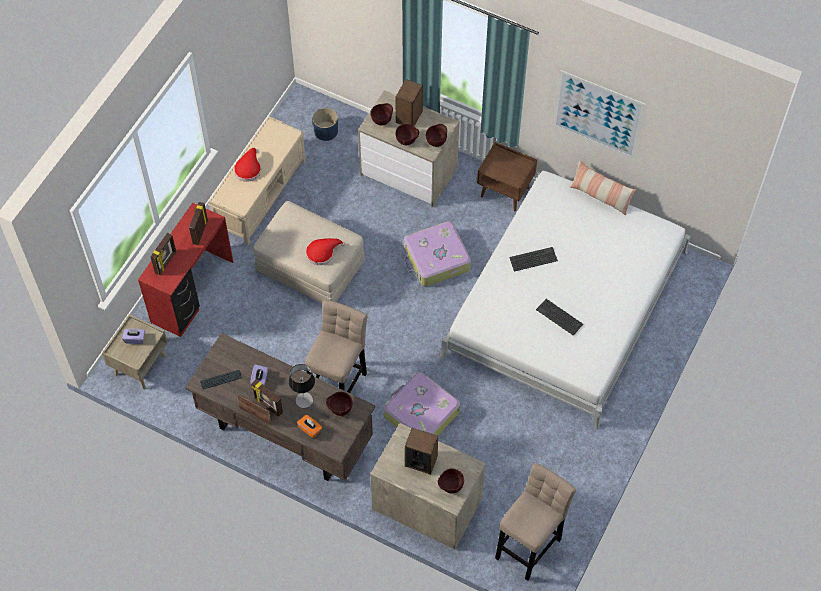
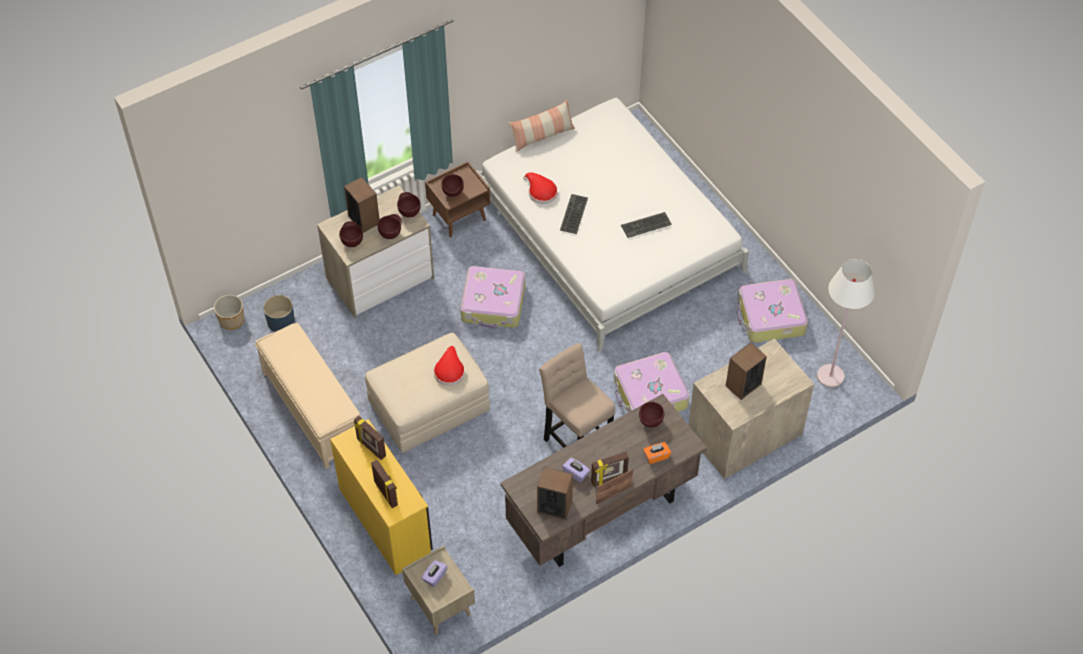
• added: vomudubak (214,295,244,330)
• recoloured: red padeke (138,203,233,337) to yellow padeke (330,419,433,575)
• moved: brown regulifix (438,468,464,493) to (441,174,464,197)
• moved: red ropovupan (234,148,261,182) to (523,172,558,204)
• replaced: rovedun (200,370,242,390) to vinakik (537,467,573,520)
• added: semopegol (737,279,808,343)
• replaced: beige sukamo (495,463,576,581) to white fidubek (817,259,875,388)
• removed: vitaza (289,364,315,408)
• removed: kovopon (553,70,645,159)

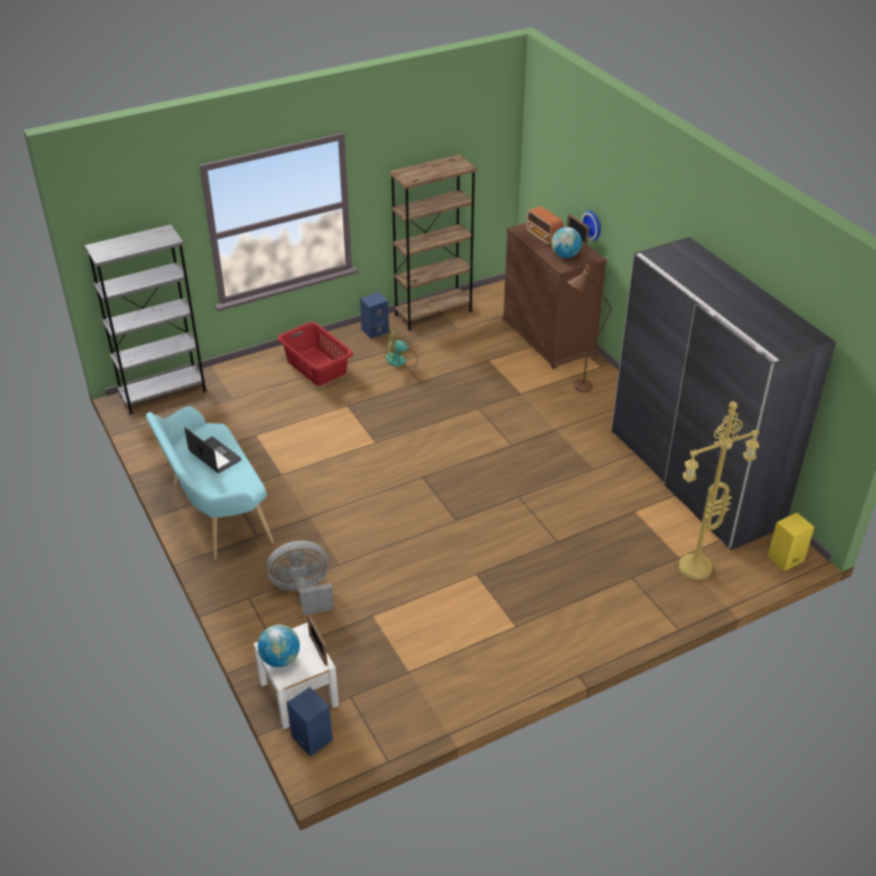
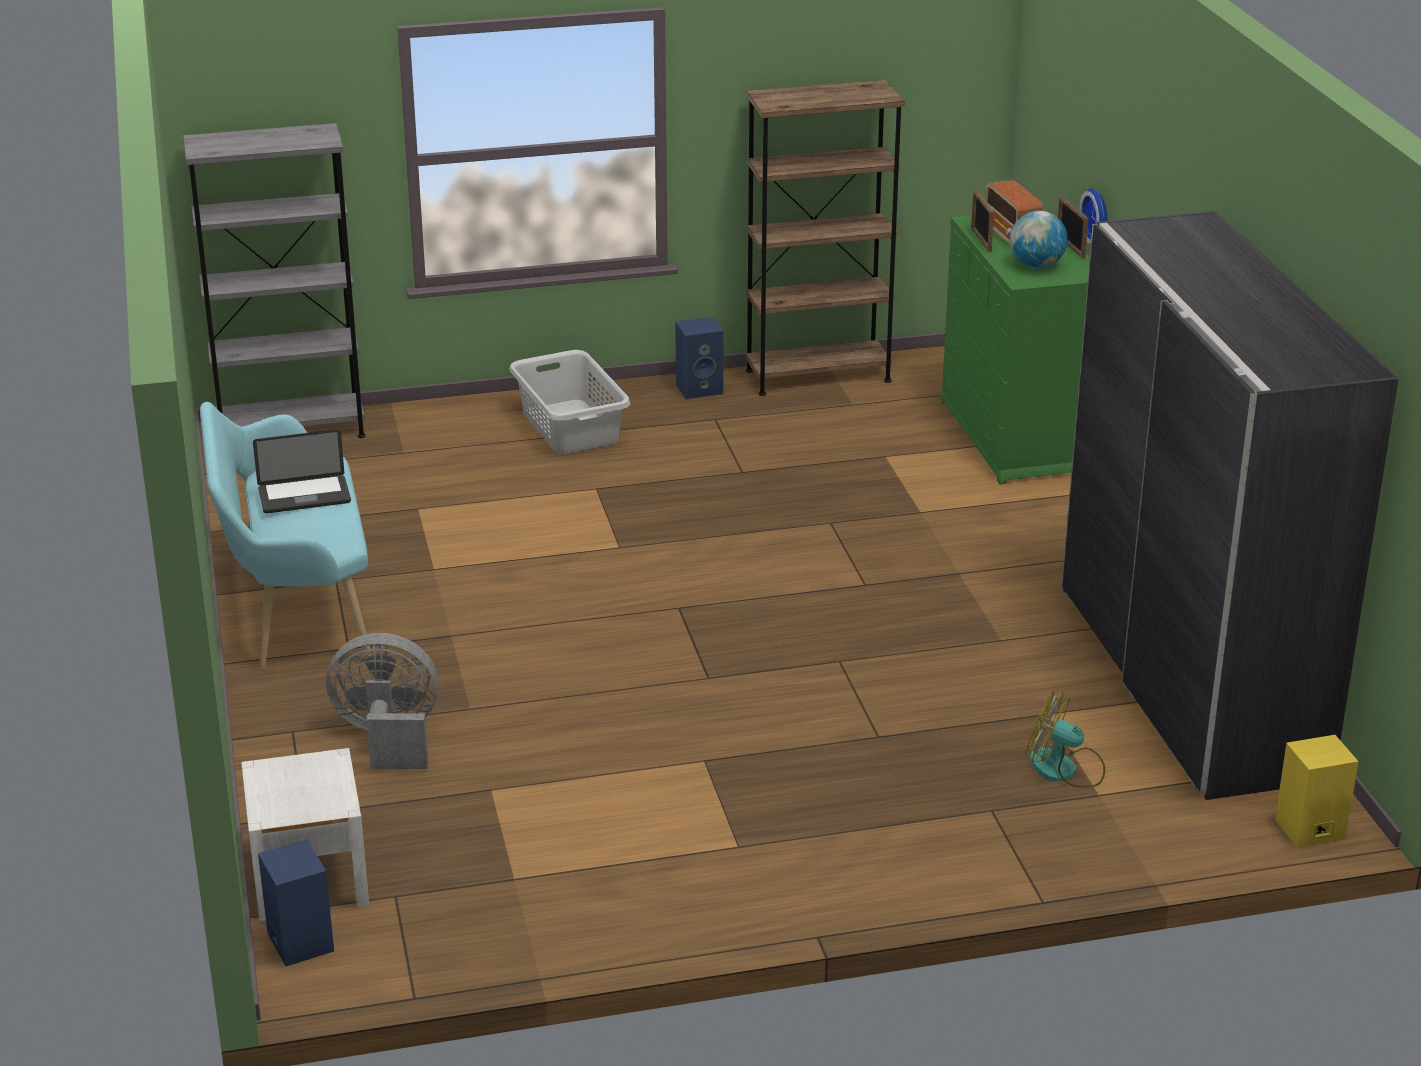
• turned: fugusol (184,427,241,473) = (253,429,351,513) 105 degrees clockwise
• recoloured: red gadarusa (278,322,353,386) to grey gadarusa (509,350,630,454)
• recoloured: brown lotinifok (502,223,607,369) to green lotinifok (940,209,1090,485)
• moved: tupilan (307,614,328,666) to (971,189,994,252)
• moved: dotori (385,328,418,368) to (1026,690,1105,788)
• removed: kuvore (258,625,300,667)
• removed: brown fidubek (568,264,611,392)
• removed: yellow fidubek (679,401,759,580)

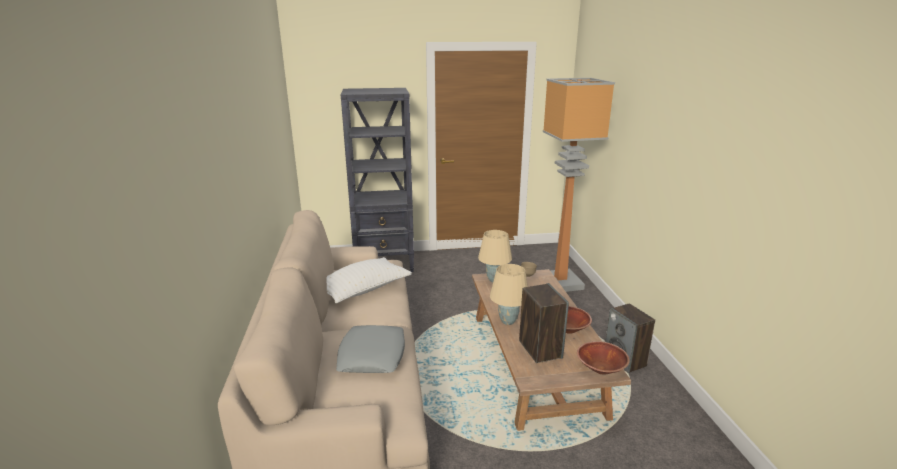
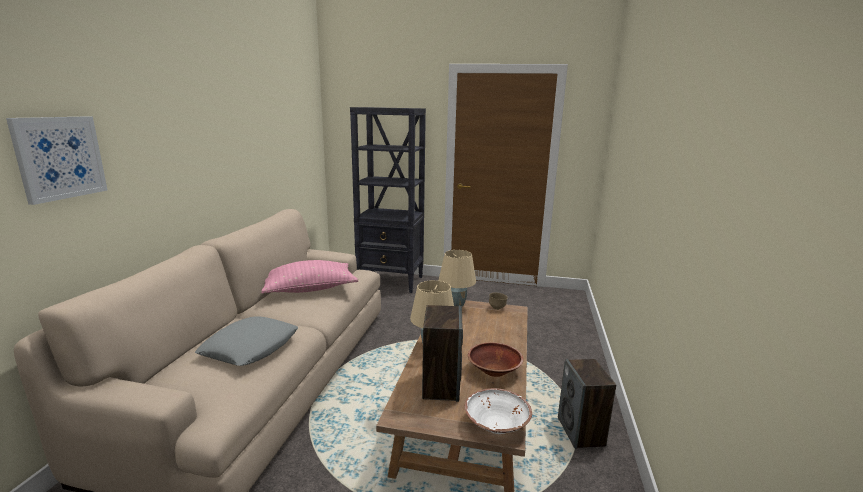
• added: kovopon (6,116,107,205)
• recoloured: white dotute (326,257,412,303) to pink dotute (261,260,358,294)
• recoloured: brown regulifix (577,341,630,375) to white regulifix (465,388,532,434)
• removed: fidubek (543,78,615,292)

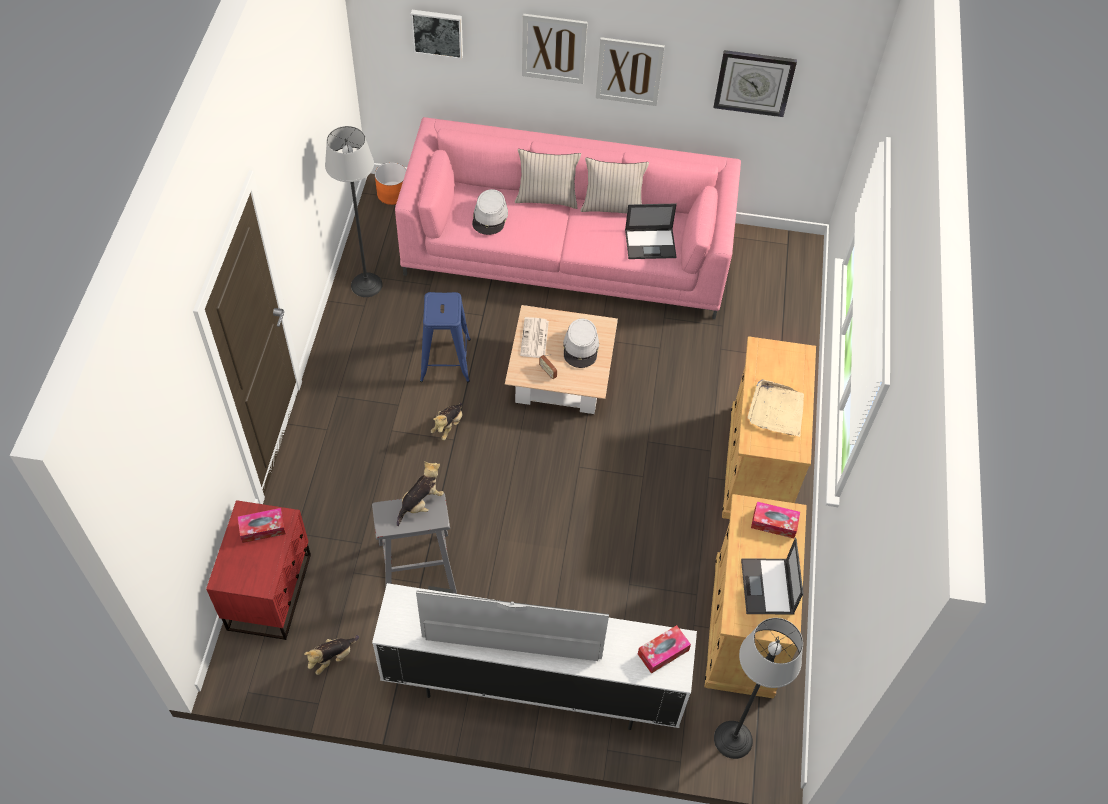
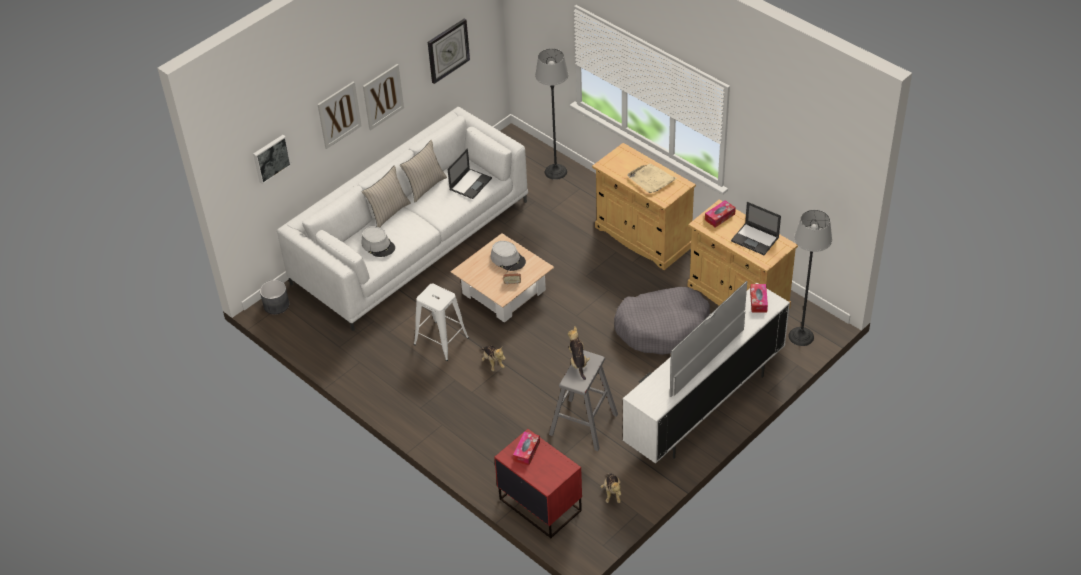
• recoloured: orange vomudubak (375,162,406,205) to grey vomudubak (260,280,289,314)
• recoloured: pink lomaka (395,117,741,319) to white lomaka (277,107,528,331)
• recoloured: blue sukamo (420,292,471,382) to white sukamo (414,284,469,361)
• moved: fidubek (325,126,383,297) to (535,49,569,180)
• added: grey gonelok (614,287,710,355)
• removed: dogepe (520,317,549,358)

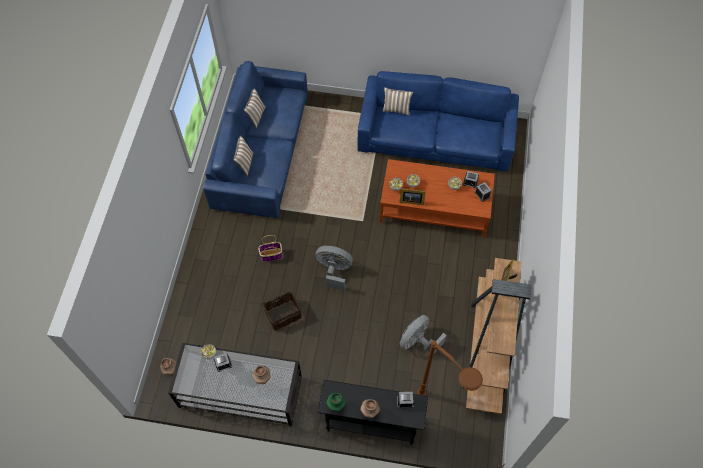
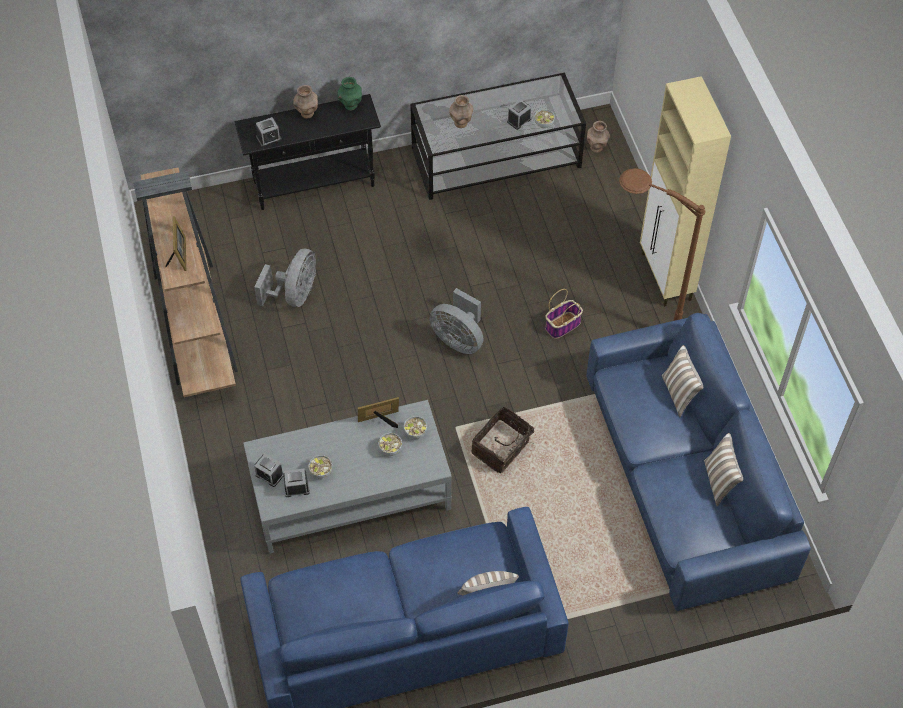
• recoloured: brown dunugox (380,159,495,237) to grey dunugox (243,400,452,554)
• turned: grey dotori (315,246,353,291) = (429,288,484,354) 45 degrees clockwise
• moved: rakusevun (262,291,302,331) to (472,406,540,473)
• moved: brown fidubek (417,341,483,396) to (619,168,705,321)
• added: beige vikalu (640,76,731,307)

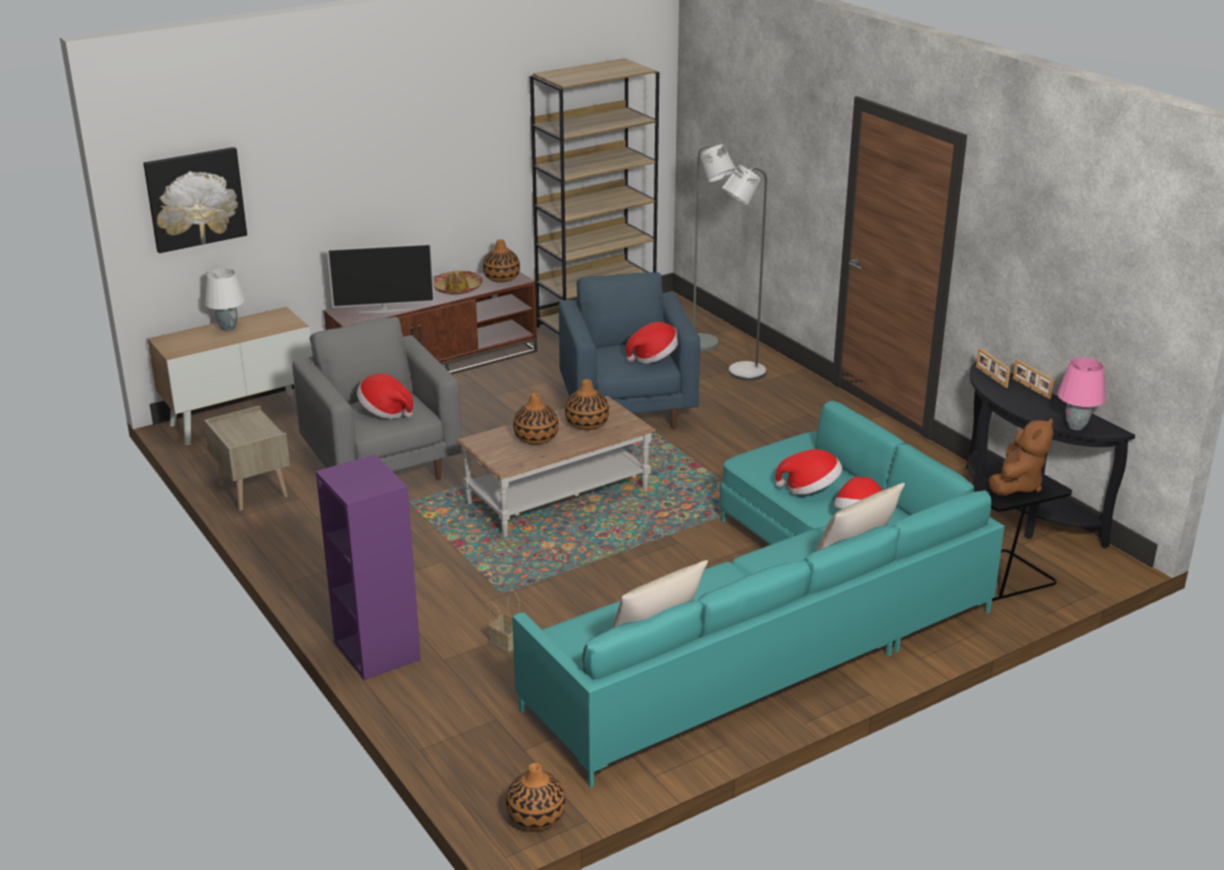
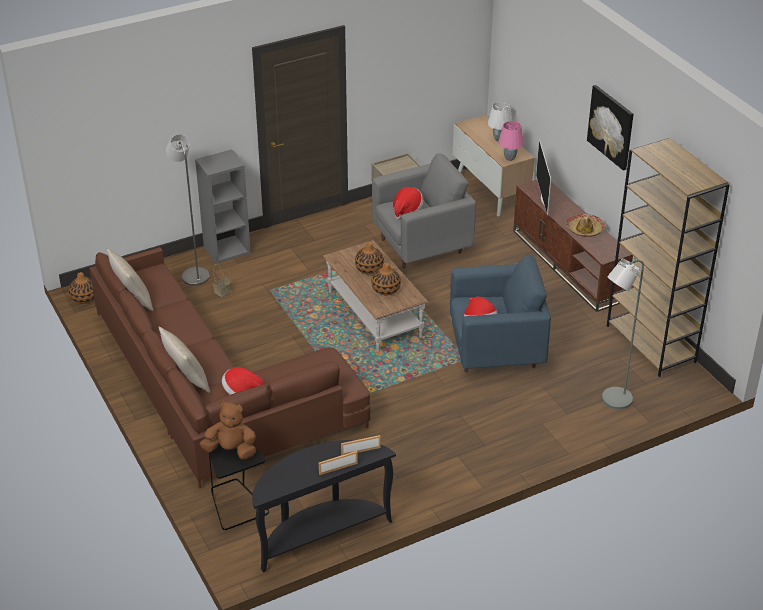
• recoloured: turquoise lomaka (512,401,1005,788) to brown lomaka (89,247,370,489)
• moved: grey fidubek (722,165,767,381) to (166,134,210,286)
• recoloured: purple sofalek (316,454,421,680) to grey sofalek (195,150,251,264)
• turned: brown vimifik (989,418,1054,496) = (200,401,256,459) 150 degrees clockwise
• moved: pink vitaza (1057,358,1106,430) to (498,121,524,161)
• moved: kovopon (143,147,247,253) to (587,85,634,171)
• removed: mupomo (483,239,520,282)
• removed: ropovupan (775,449,842,495)

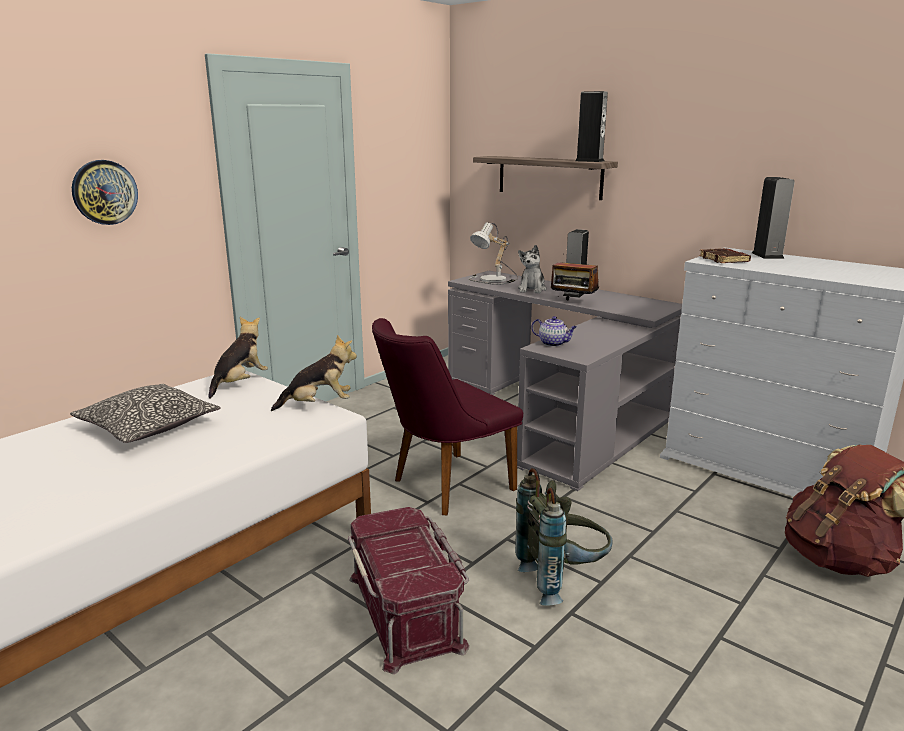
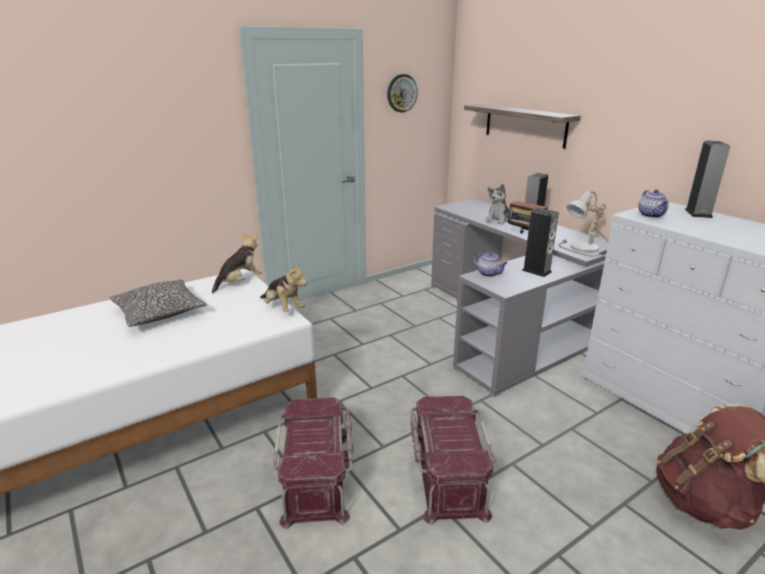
• turned: vimifik (271,335,357,411) = (260,264,307,312) 45 degrees clockwise
• moved: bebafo (72,160,138,225) to (387,74,418,113)
• replaced: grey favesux (515,468,613,606) to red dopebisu (410,396,496,525)
• moved: vinakik (575,91,608,162) to (522,208,559,277)
• moved: vitaza (469,222,518,285) to (559,191,609,256)
• replaced: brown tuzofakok (699,248,751,263) to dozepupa (638,189,669,218)
• removed: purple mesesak (372,318,523,516)

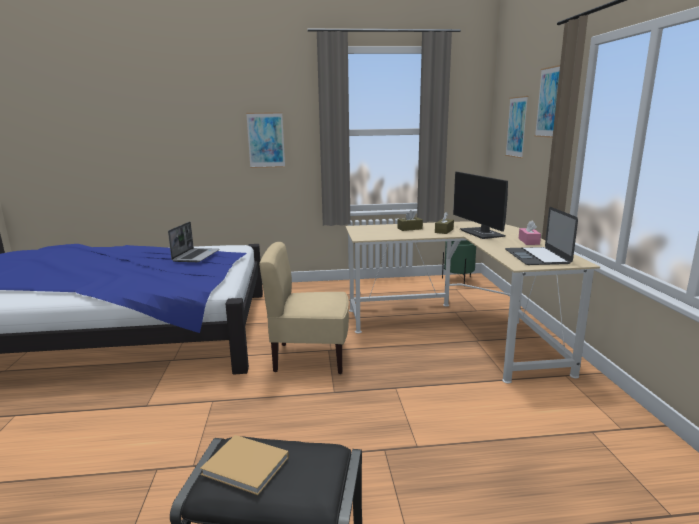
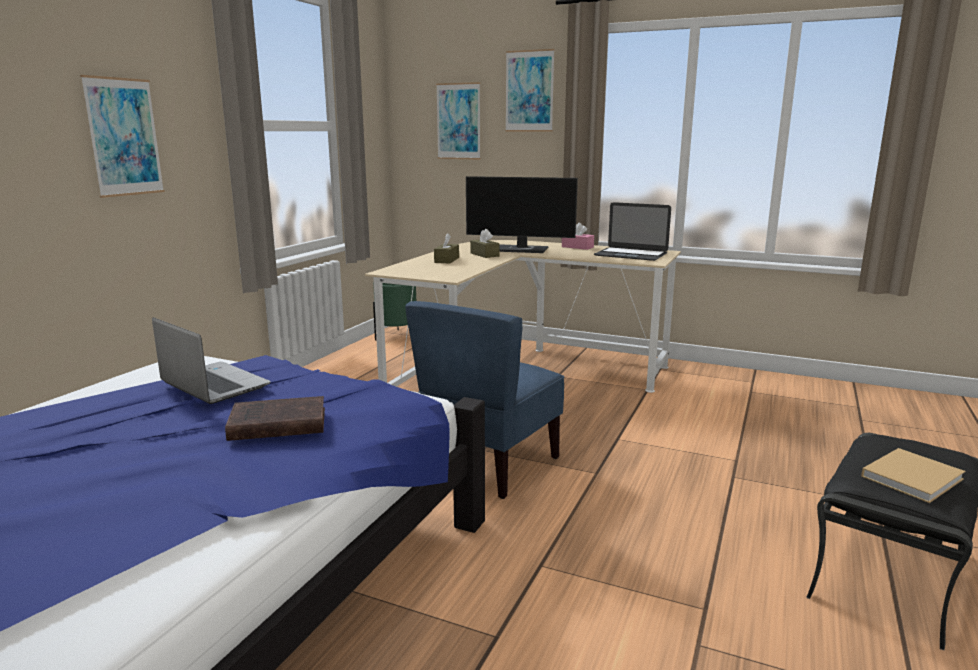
• added: brown tuzofakok (225,396,325,441)
• recoloured: beige mesesak (259,242,349,374) to blue mesesak (405,301,564,499)

